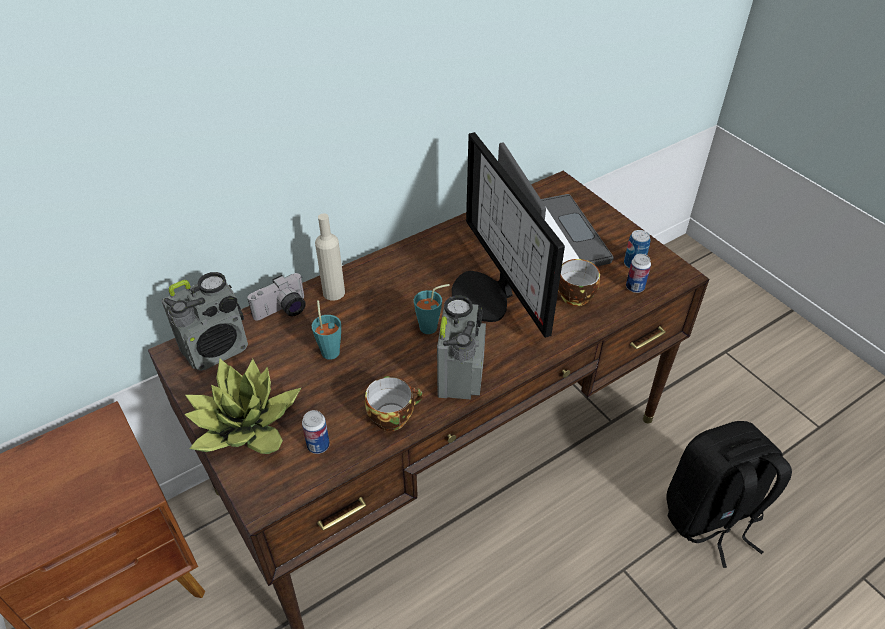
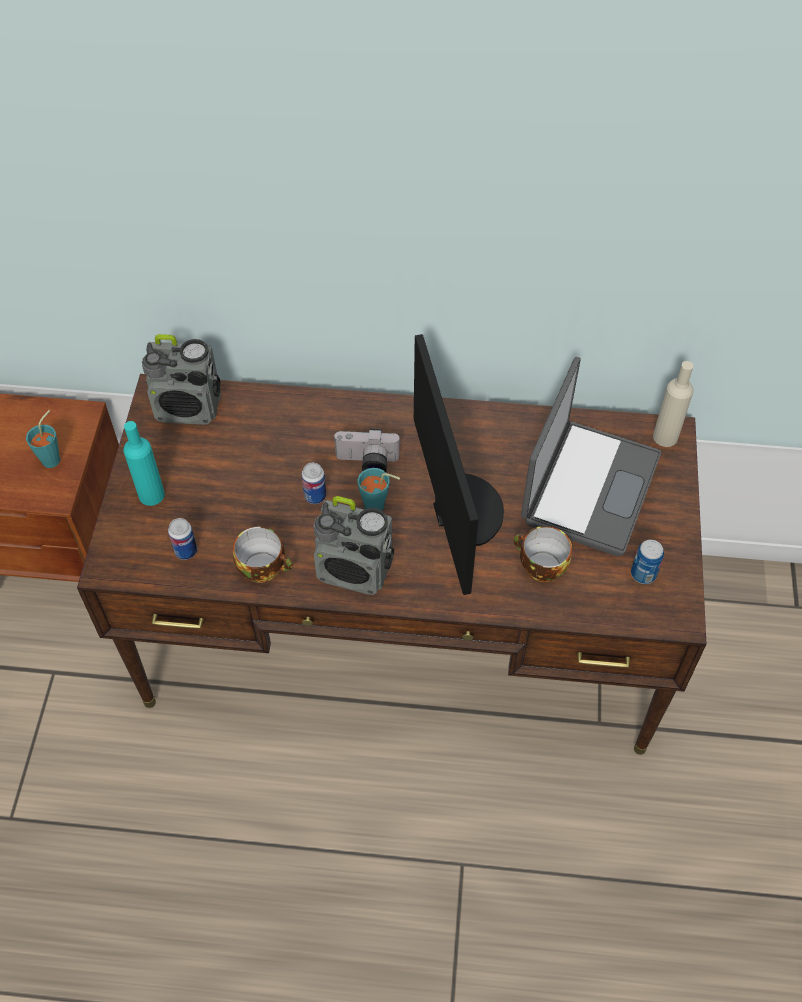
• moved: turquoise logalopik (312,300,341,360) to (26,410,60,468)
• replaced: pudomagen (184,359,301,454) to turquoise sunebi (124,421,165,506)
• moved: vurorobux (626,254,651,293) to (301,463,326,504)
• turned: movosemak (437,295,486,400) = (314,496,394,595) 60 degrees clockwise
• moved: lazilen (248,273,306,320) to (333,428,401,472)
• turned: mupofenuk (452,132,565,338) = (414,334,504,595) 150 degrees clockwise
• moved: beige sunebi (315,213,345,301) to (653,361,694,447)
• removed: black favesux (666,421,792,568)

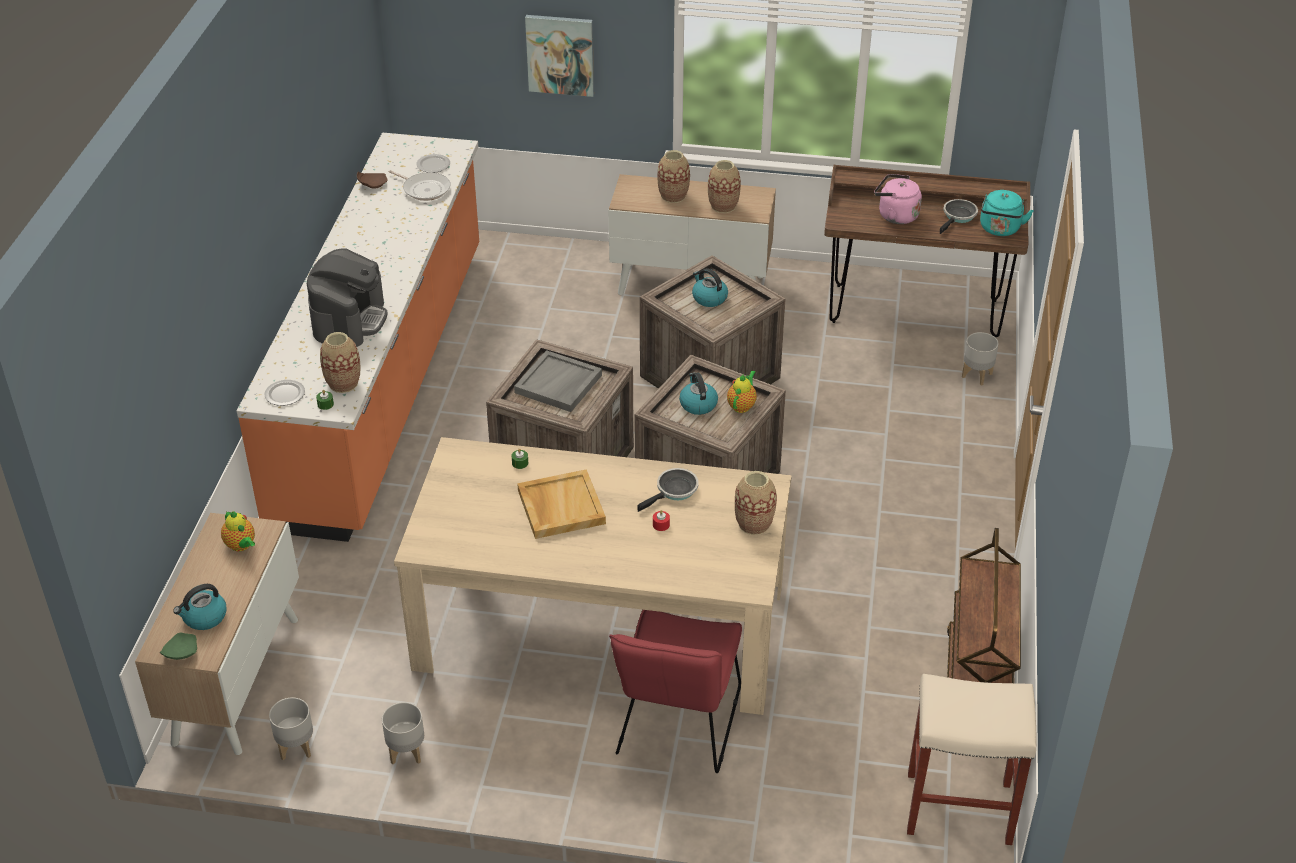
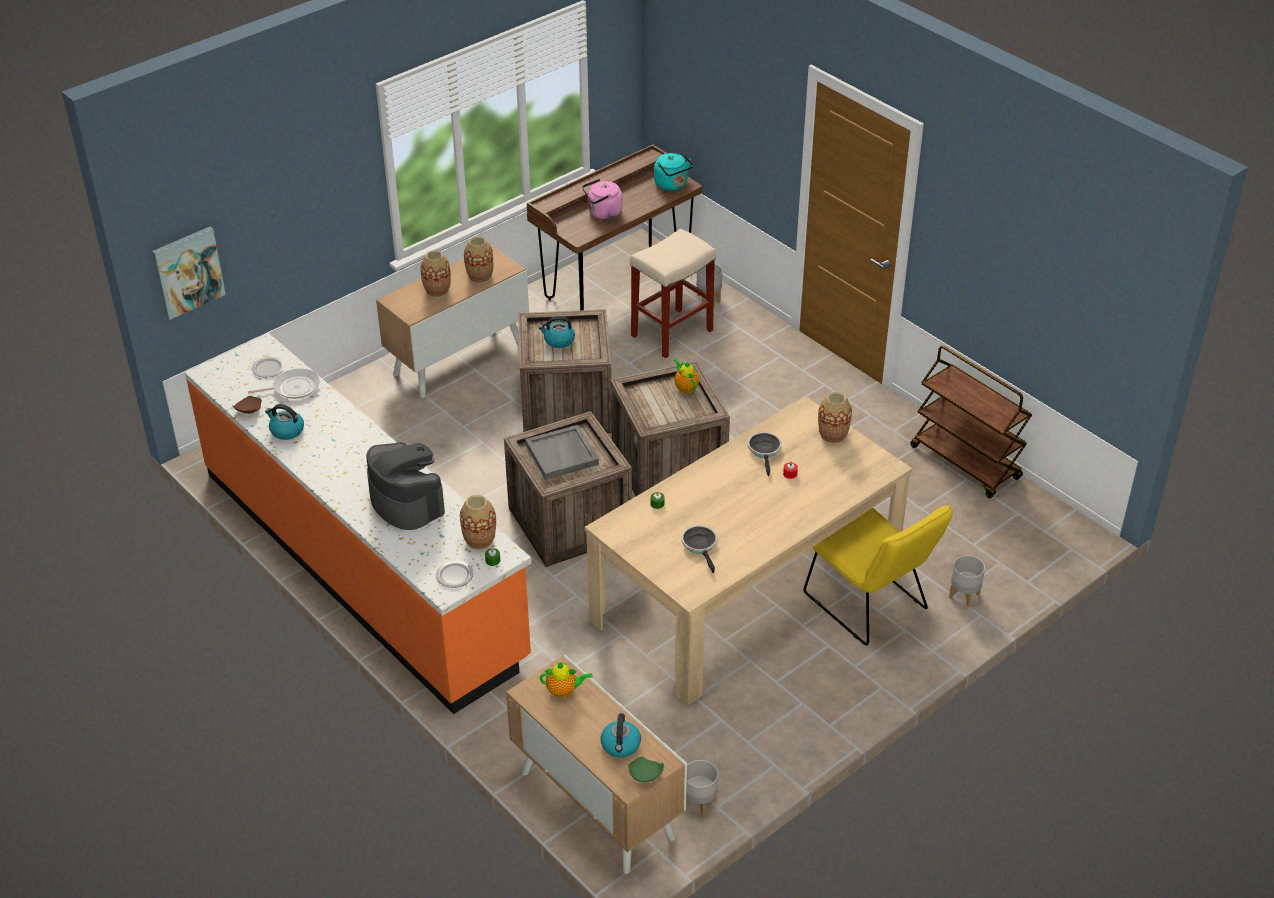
• moved: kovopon (525,15,594,97) to (152,227,226,320)
• moved: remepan (679,373,718,415) to (265,404,304,440)
• moved: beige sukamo (907,674,1036,845) to (630,229,716,358)
• moved: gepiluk (940,199,978,234) to (681,525,717,573)
• recoloured: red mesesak (609,610,742,773) to yellow mesesak (804,505,952,645)
• moved: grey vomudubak (382,702,424,764) to (949,555,985,607)
• removed: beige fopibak (517,469,606,539)

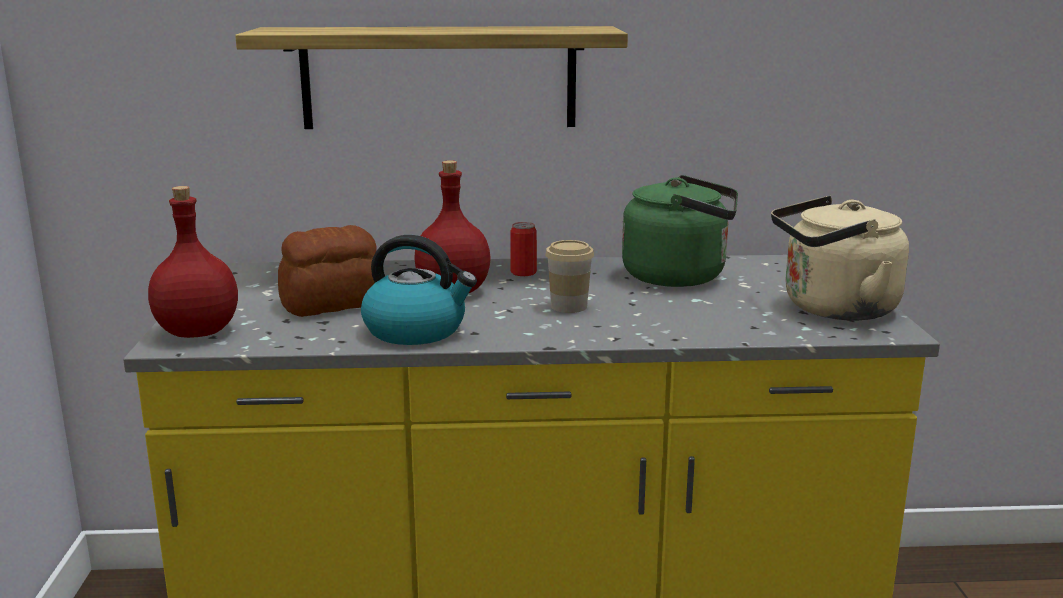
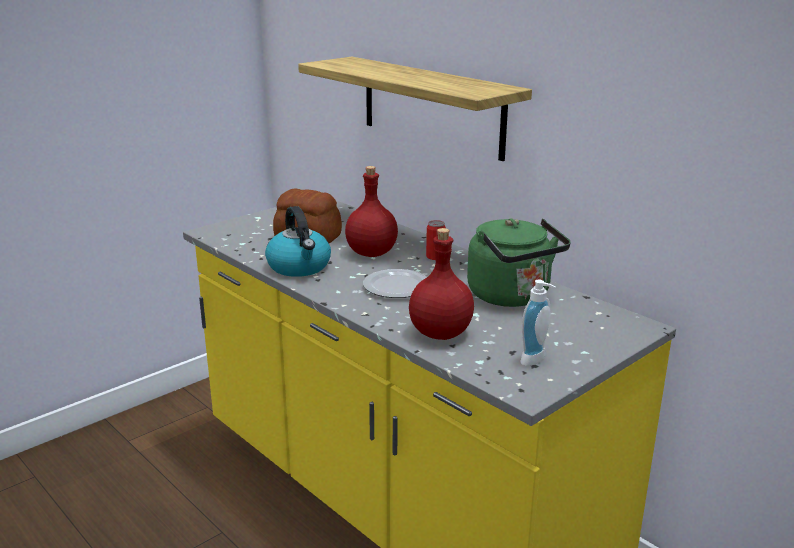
• replaced: logalopik (545,240,594,313) to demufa (363,269,427,298)
• moved: red sunebi (148,186,238,338) to (409,228,474,340)
• replaced: beige remepan (771,196,909,320) to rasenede (521,279,556,366)

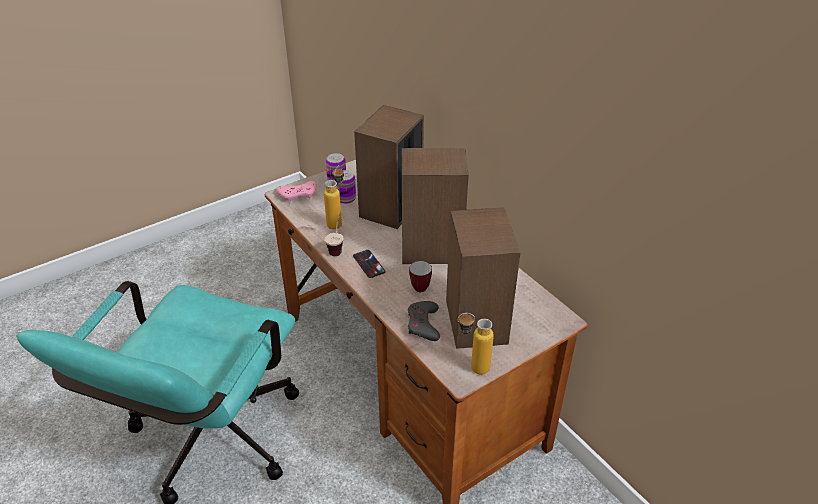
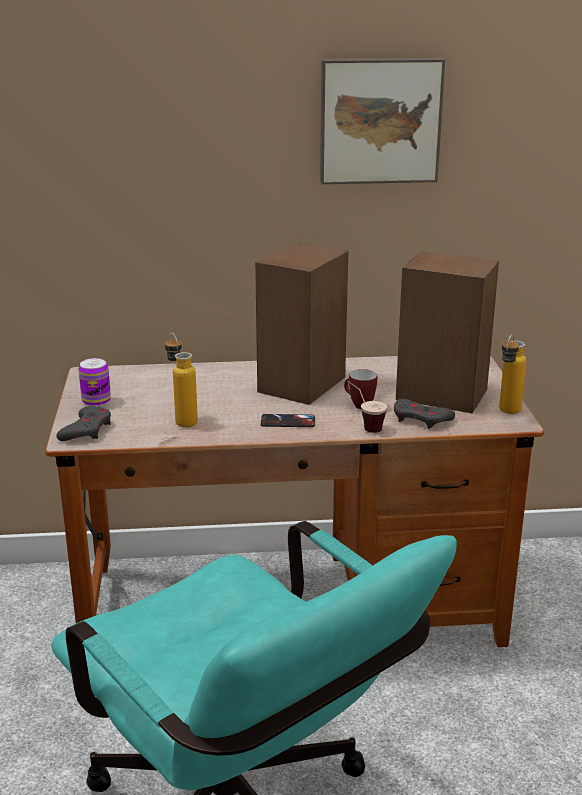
• recoloured: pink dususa (276,181,317,203) to grey dususa (56,406,111,441)
• added: kovopon (320,58,445,184)
• moved: logalopik (325,213,343,256) to (347,380,387,433)
• removed: vurorobux (336,170,356,204)
• removed: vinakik (354,105,424,229)

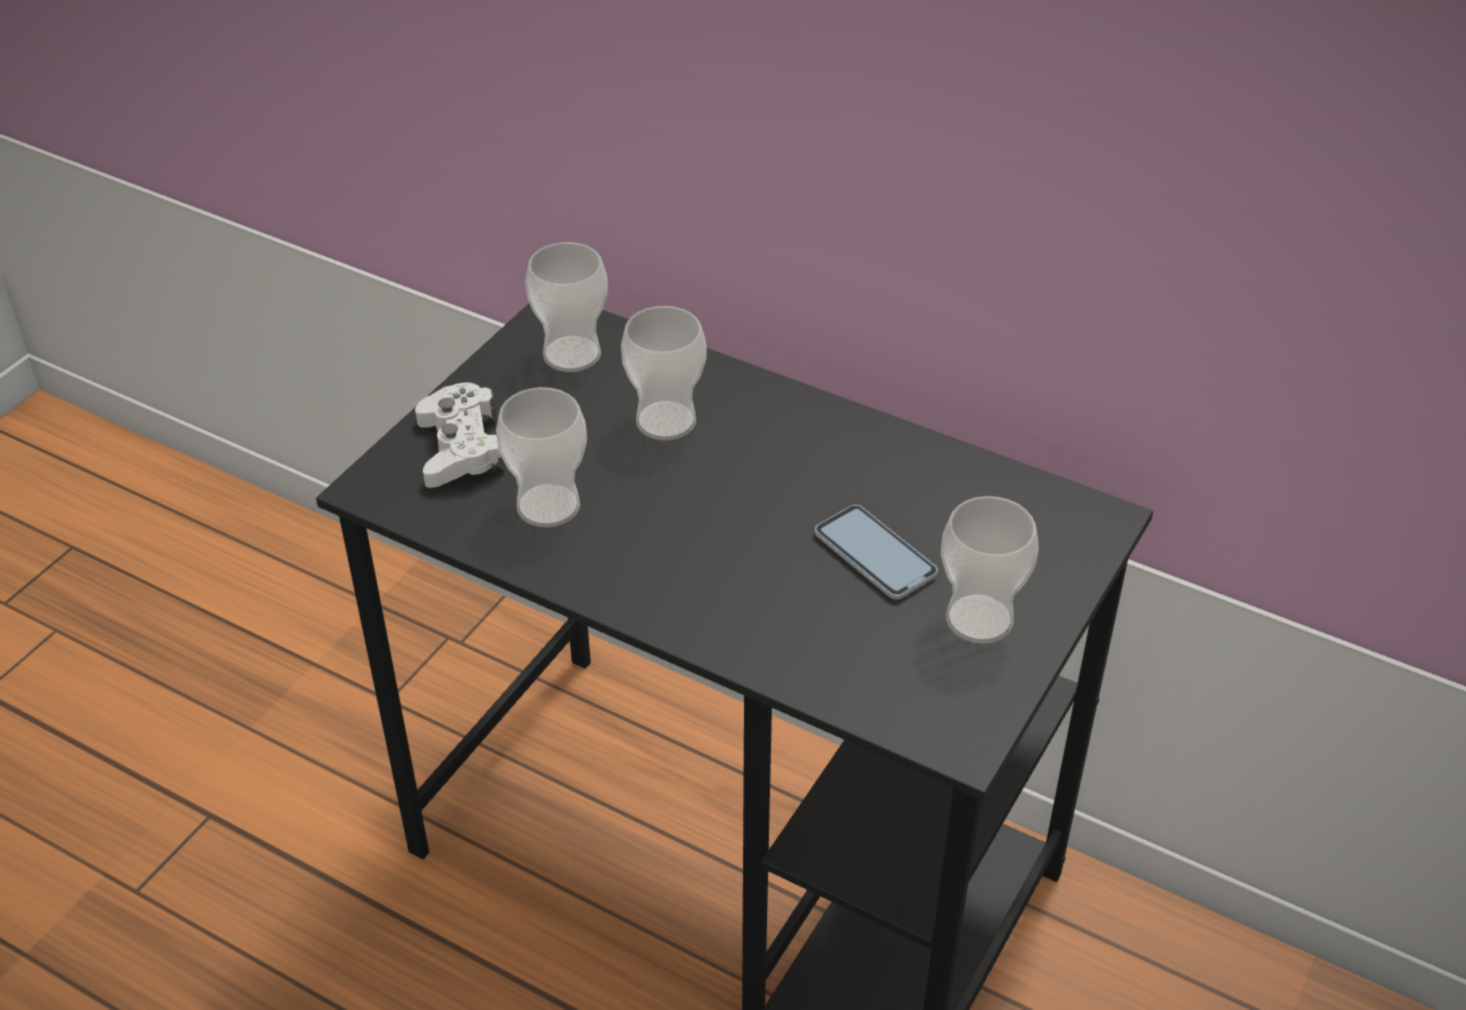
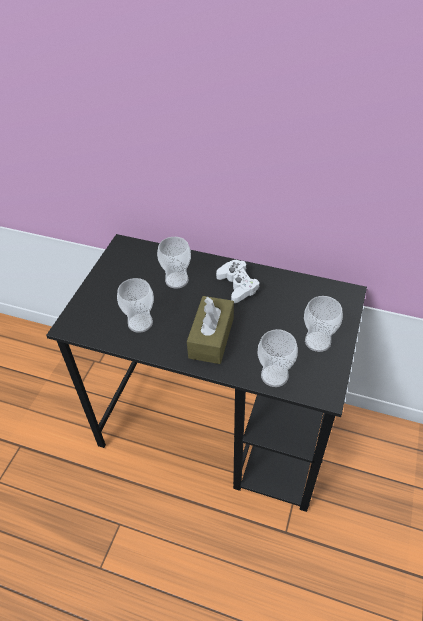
• added: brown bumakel (187,296,234,364)
• moved: white dususa (415,382,505,488) to (216,260,260,303)
• moved: logalopik (525,242,608,372) to (258,329,298,387)
• removed: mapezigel (815,505,938,600)

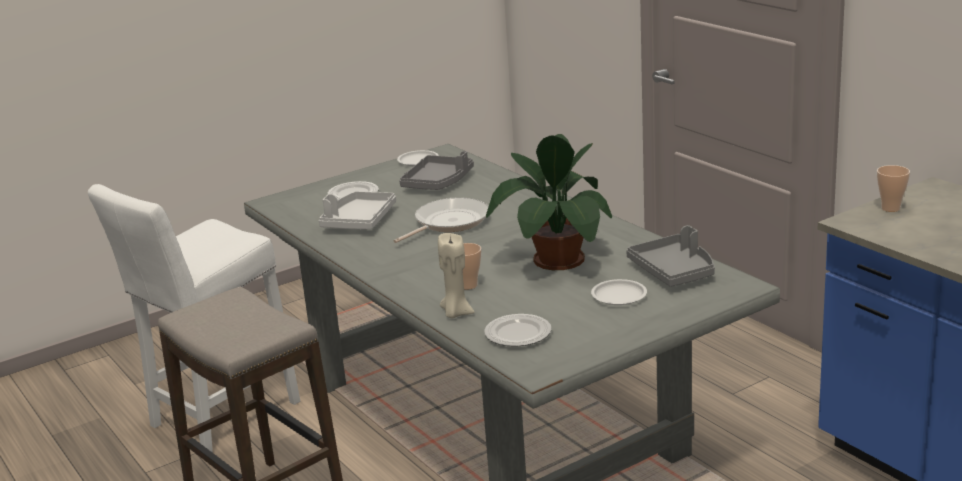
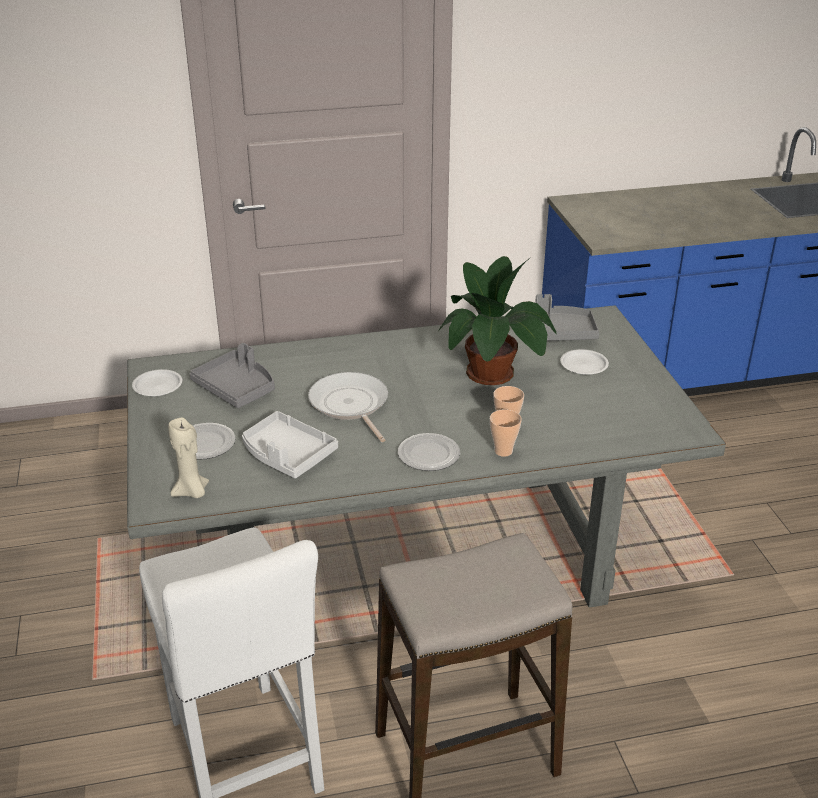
• moved: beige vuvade (438,233,475,318) to (168,418,209,498)
• moved: demufa (484,314,552,347) to (398,433,460,471)
• moved: logalopik (877,165,910,212) to (490,409,522,457)

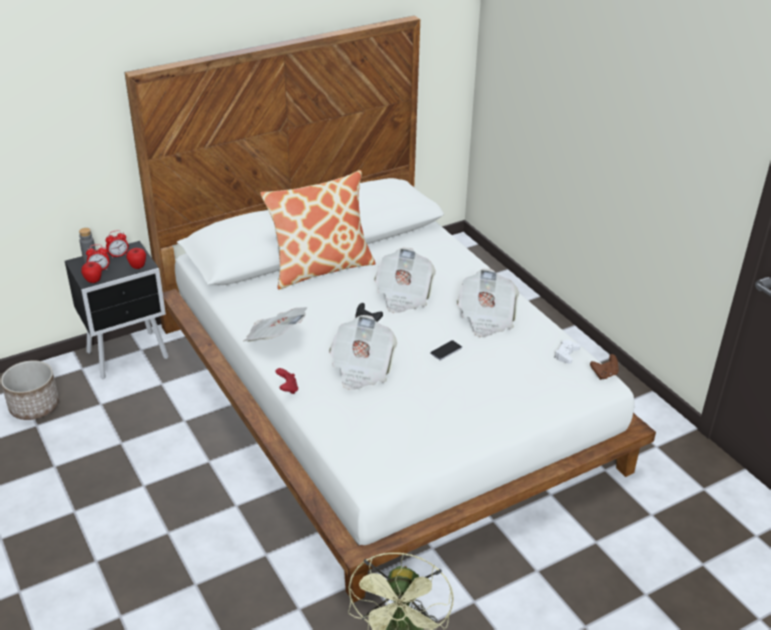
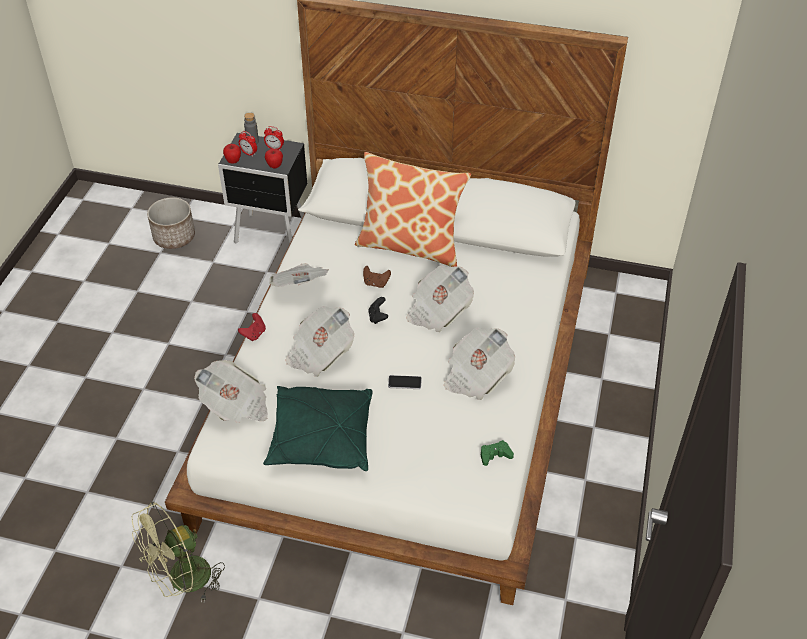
• added: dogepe (194,360,268,423)
• added: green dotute (263,386,373,471)
• moved: brown dususa (590,354,619,380) to (363,266,391,288)
• recoloured: white dususa (554,340,581,364) to green dususa (481,440,514,466)

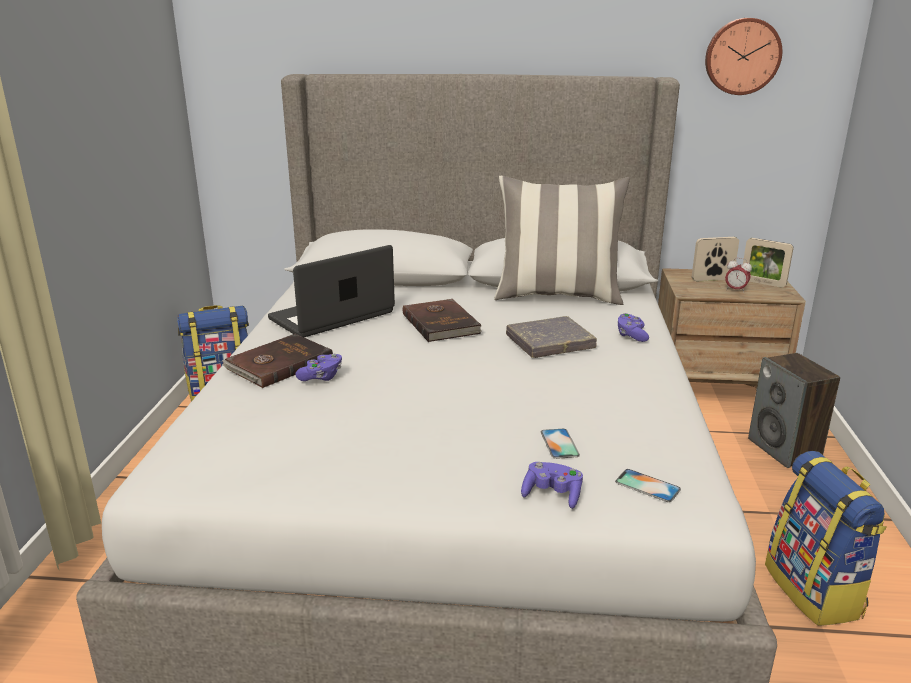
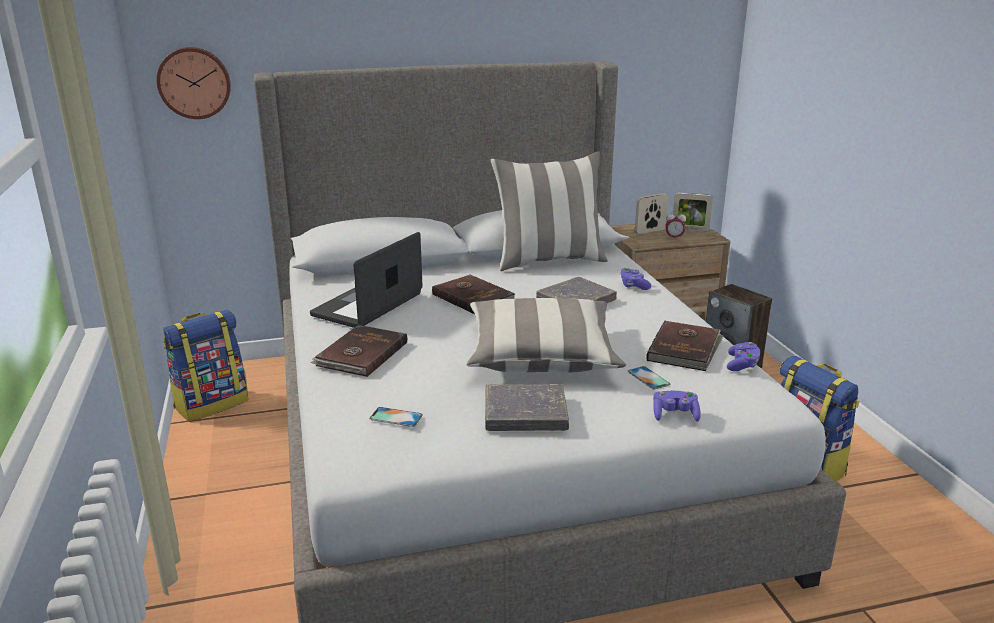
• moved: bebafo (705,18,782,95) to (157,47,231,119)
• moved: mapezigel (615,469,681,502) to (370,407,423,427)
• added: dotute (466,298,626,373)
• added: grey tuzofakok (485,384,569,431)
• added: brown tuzofakok (646,321,724,371)
• moved: purple dususa (295,354,342,381) to (727,342,760,371)

